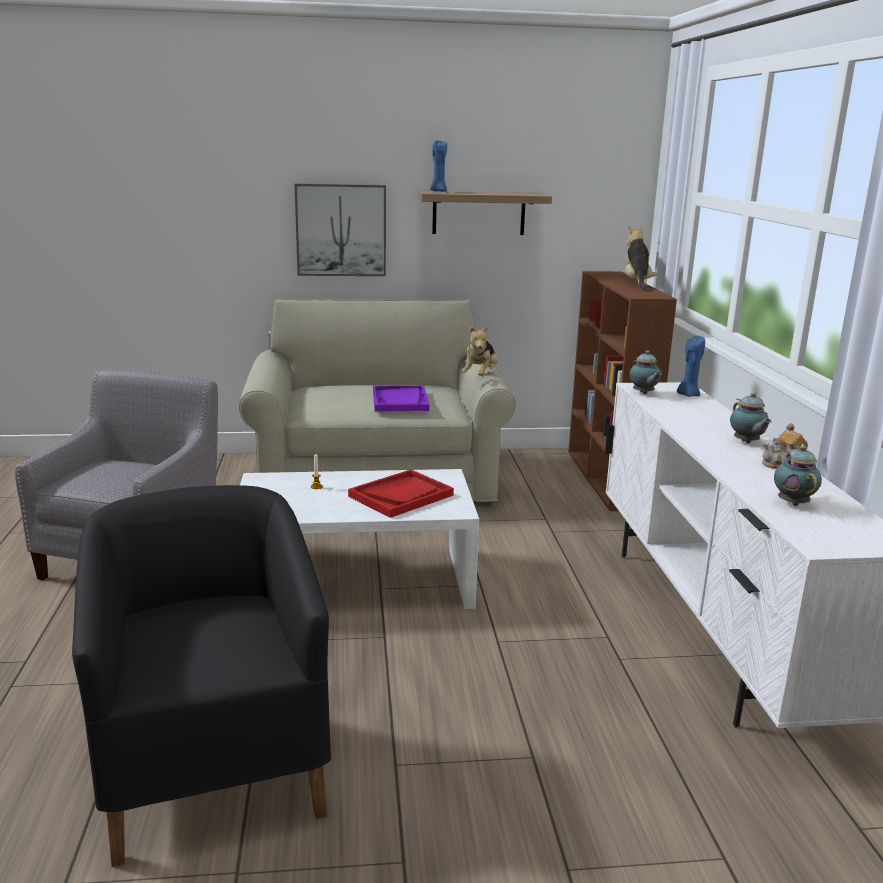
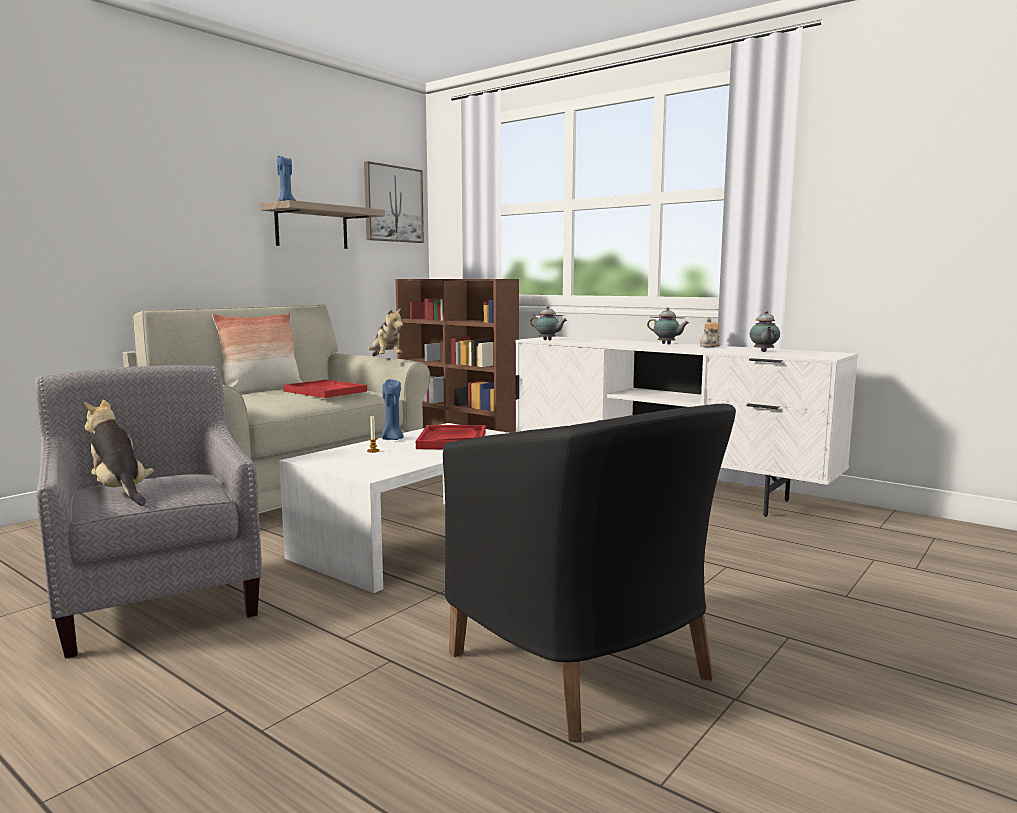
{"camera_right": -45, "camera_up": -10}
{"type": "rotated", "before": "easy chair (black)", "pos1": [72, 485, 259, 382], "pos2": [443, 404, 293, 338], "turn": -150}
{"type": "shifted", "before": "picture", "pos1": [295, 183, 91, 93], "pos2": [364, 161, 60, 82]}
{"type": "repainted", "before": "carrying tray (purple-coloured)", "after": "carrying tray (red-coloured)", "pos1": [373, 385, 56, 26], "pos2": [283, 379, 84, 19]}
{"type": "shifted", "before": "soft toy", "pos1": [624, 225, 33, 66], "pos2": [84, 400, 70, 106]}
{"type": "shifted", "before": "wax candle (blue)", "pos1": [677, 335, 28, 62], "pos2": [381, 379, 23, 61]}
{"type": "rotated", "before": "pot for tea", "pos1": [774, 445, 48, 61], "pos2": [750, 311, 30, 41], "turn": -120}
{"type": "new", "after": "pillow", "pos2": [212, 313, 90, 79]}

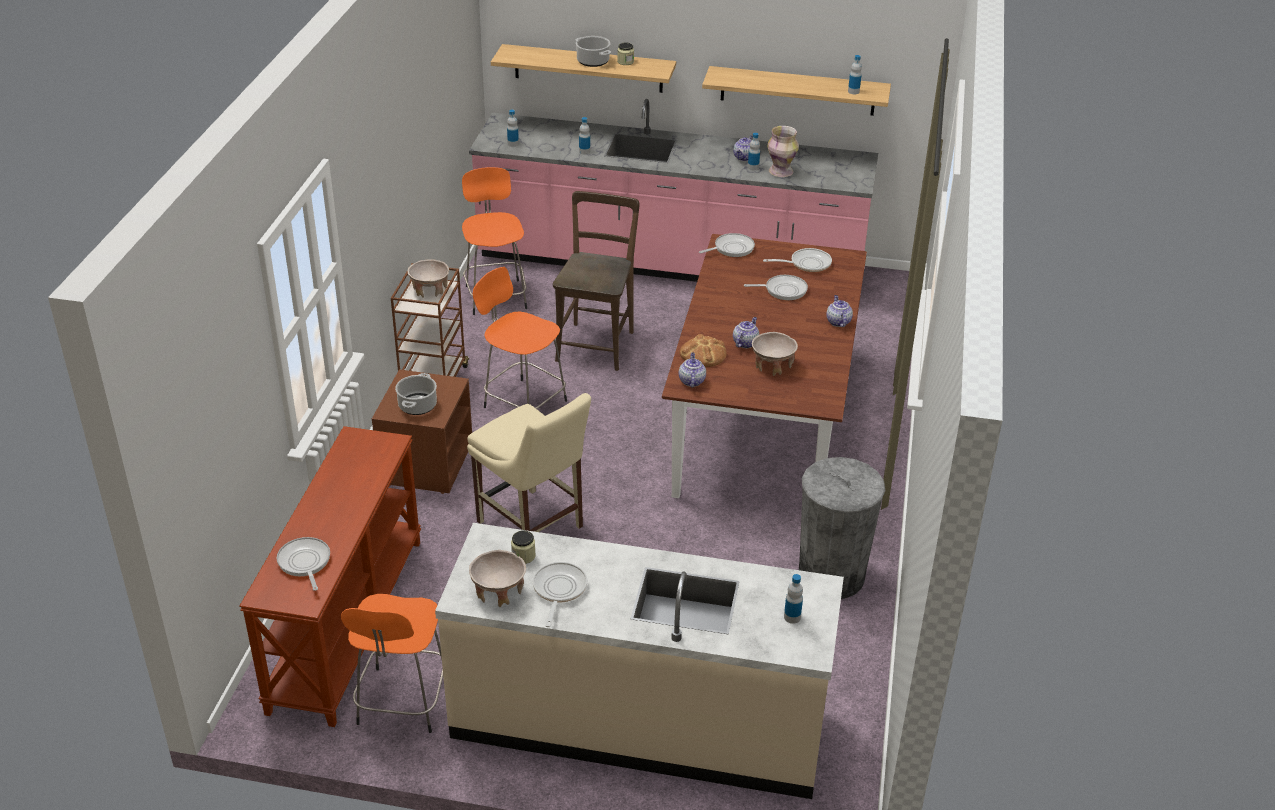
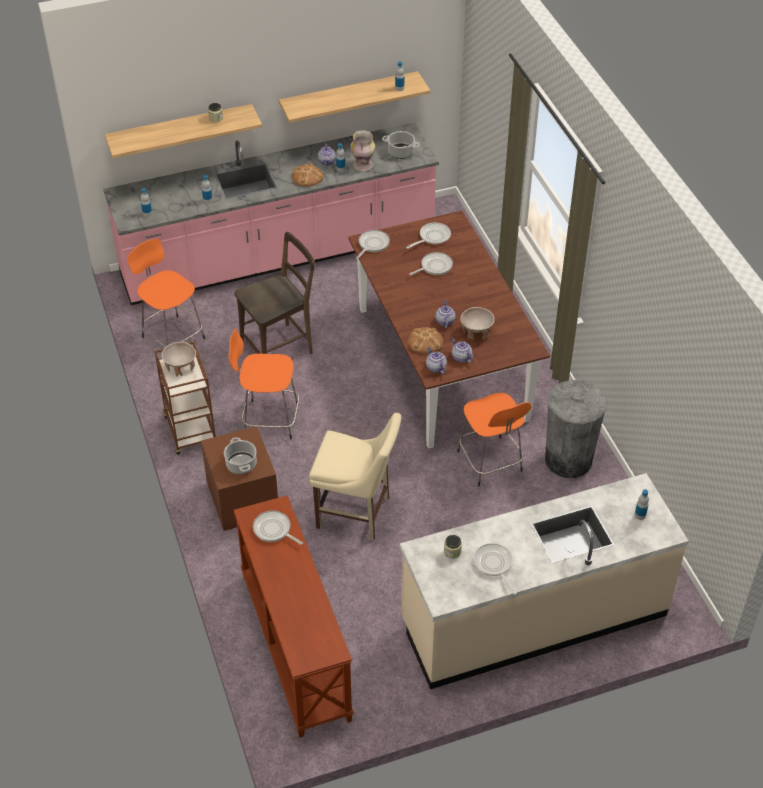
{"camera_right": -30, "camera_up": 10}
{"type": "shifted", "before": "frying pan", "pos1": [277, 537, 53, 54], "pos2": [253, 510, 50, 35]}
{"type": "shifted", "before": "sitting stool (orangey)", "pos1": [341, 594, 102, 139], "pos2": [457, 393, 74, 93]}
{"type": "gone", "before": "serving bowl (beige)", "pos1": [469, 550, 57, 57]}
{"type": "rotated", "before": "upright chair (brownish)", "pos1": [553, 191, 87, 180], "pos2": [234, 232, 81, 122], "turn": 75}
{"type": "shifted", "before": "cooking pot", "pos1": [576, 36, 35, 31], "pos2": [382, 131, 38, 28]}
{"type": "shifted", "before": "pot for tea", "pos1": [826, 295, 27, 32], "pos2": [451, 338, 23, 25]}
{"type": "new", "after": "baked bread", "pos2": [292, 163, 32, 24]}

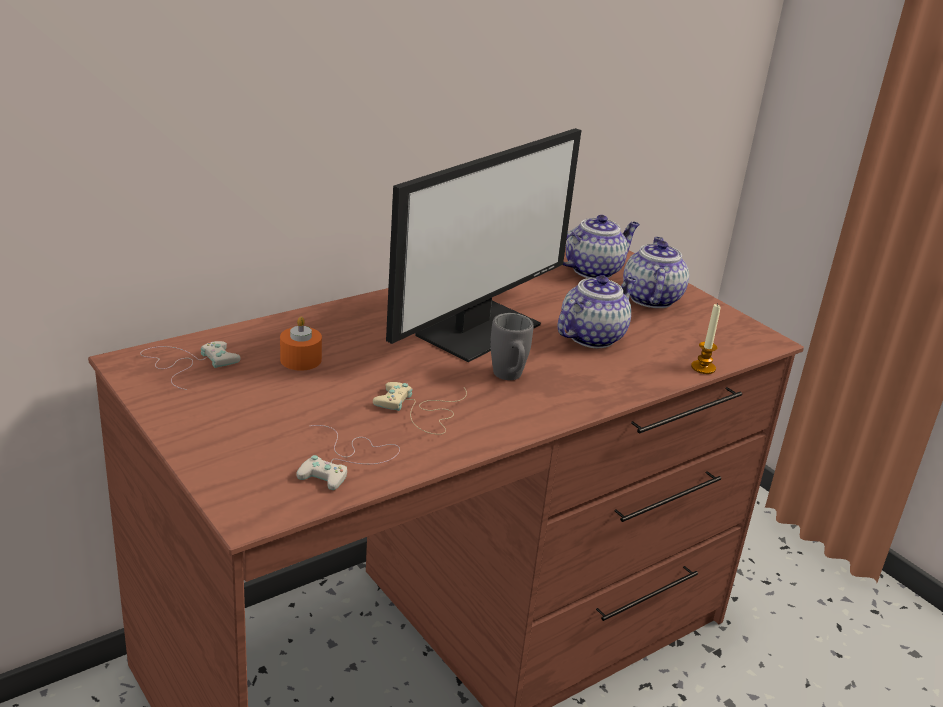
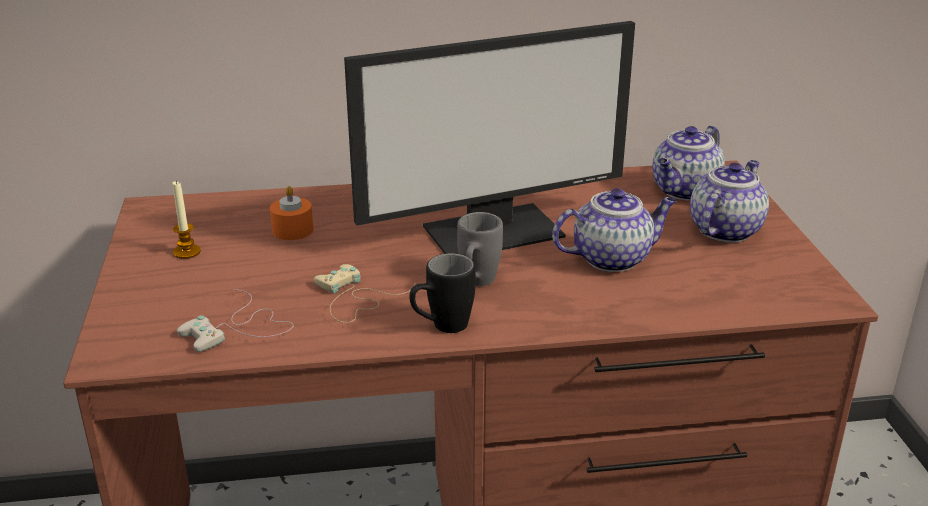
{"camera_right": 30, "camera_up": 0}
{"type": "gone", "before": "gamepad (white)", "pos1": [140, 341, 101, 49]}
{"type": "rotated", "before": "pot for tea", "pos1": [563, 215, 77, 63], "pos2": [652, 126, 73, 75], "turn": 135}
{"type": "shifted", "before": "wax candle", "pos1": [691, 304, 30, 70], "pos2": [172, 181, 29, 78]}
{"type": "new", "after": "tea mug (black)", "pos2": [409, 253, 66, 80]}

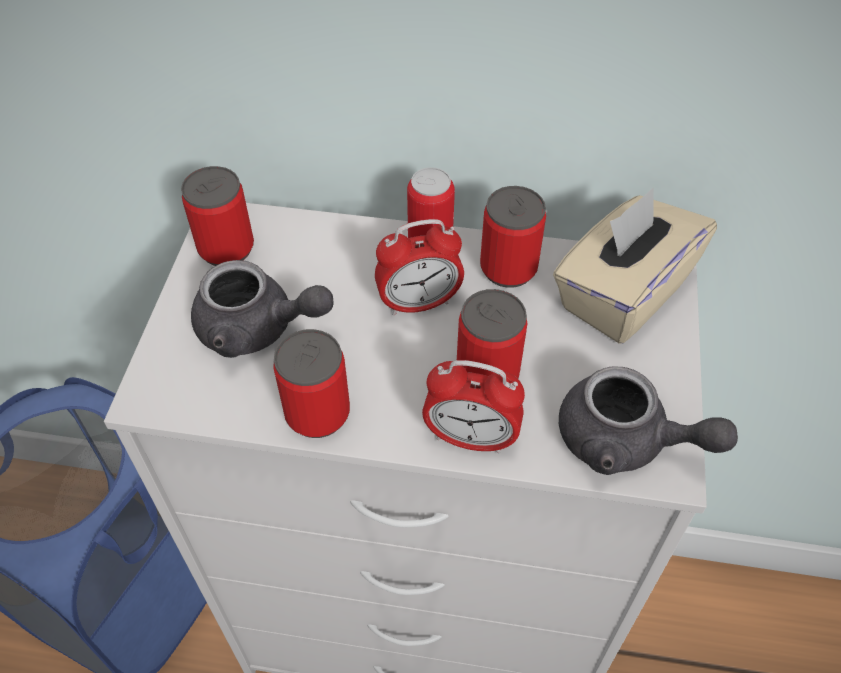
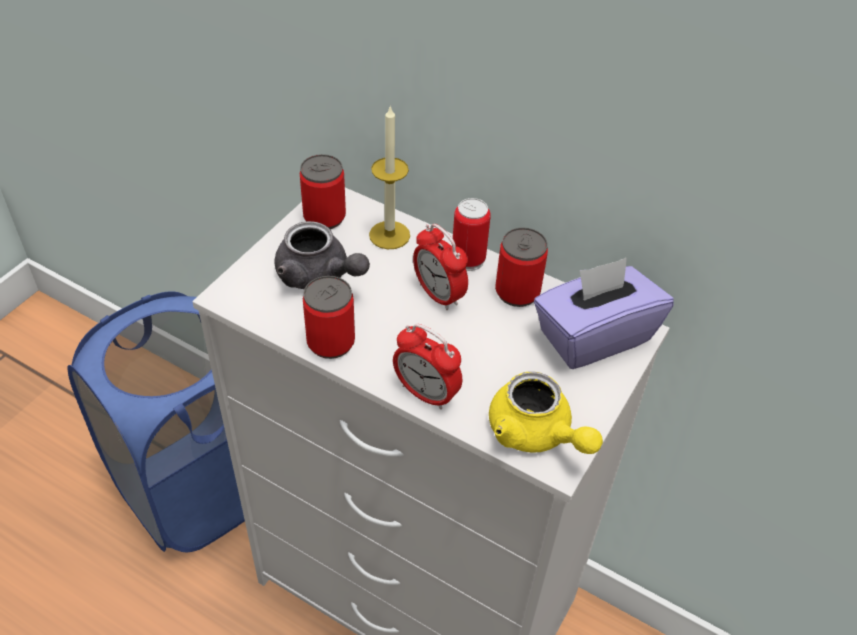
{"camera_right": 20, "camera_up": -5}
{"type": "rotated", "before": "table clock", "pos1": [375, 219, 89, 96], "pos2": [413, 224, 55, 86], "turn": 45}
{"type": "gone", "before": "can", "pos1": [457, 289, 70, 89]}
{"type": "repainted", "before": "tissue box (beige)", "after": "tissue box (purple-coloured)", "pos1": [553, 188, 164, 156], "pos2": [534, 258, 140, 111]}
{"type": "repainted", "before": "pot for tea (grey)", "after": "pot for tea (yellow)", "pos1": [559, 367, 179, 108], "pos2": [489, 372, 114, 82]}
{"type": "new", "after": "wax candle", "pos2": [369, 105, 41, 144]}

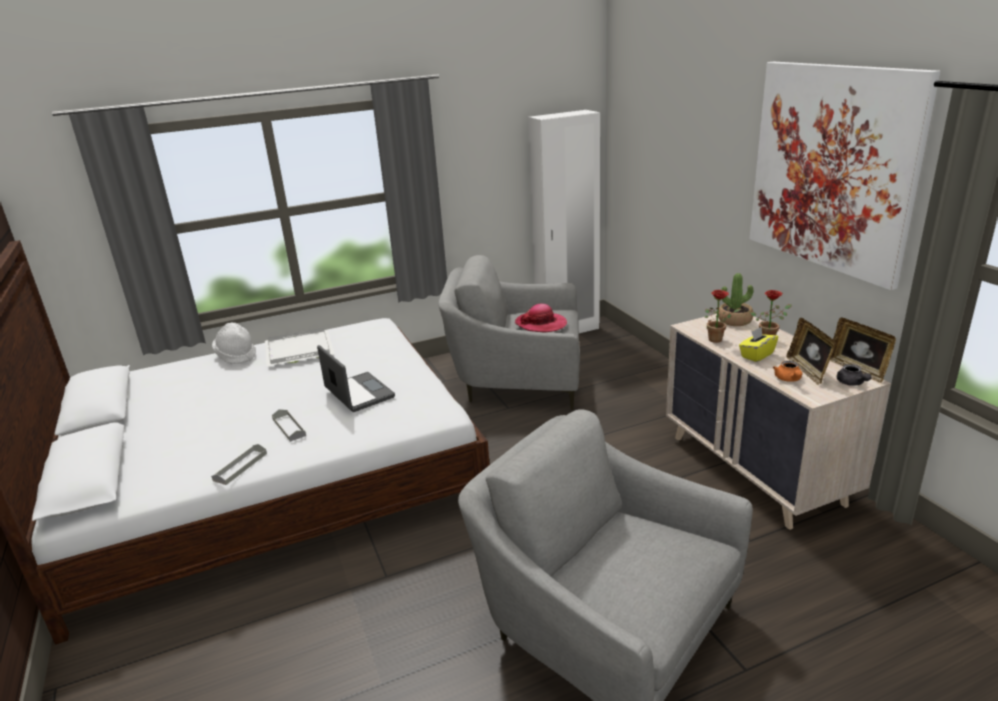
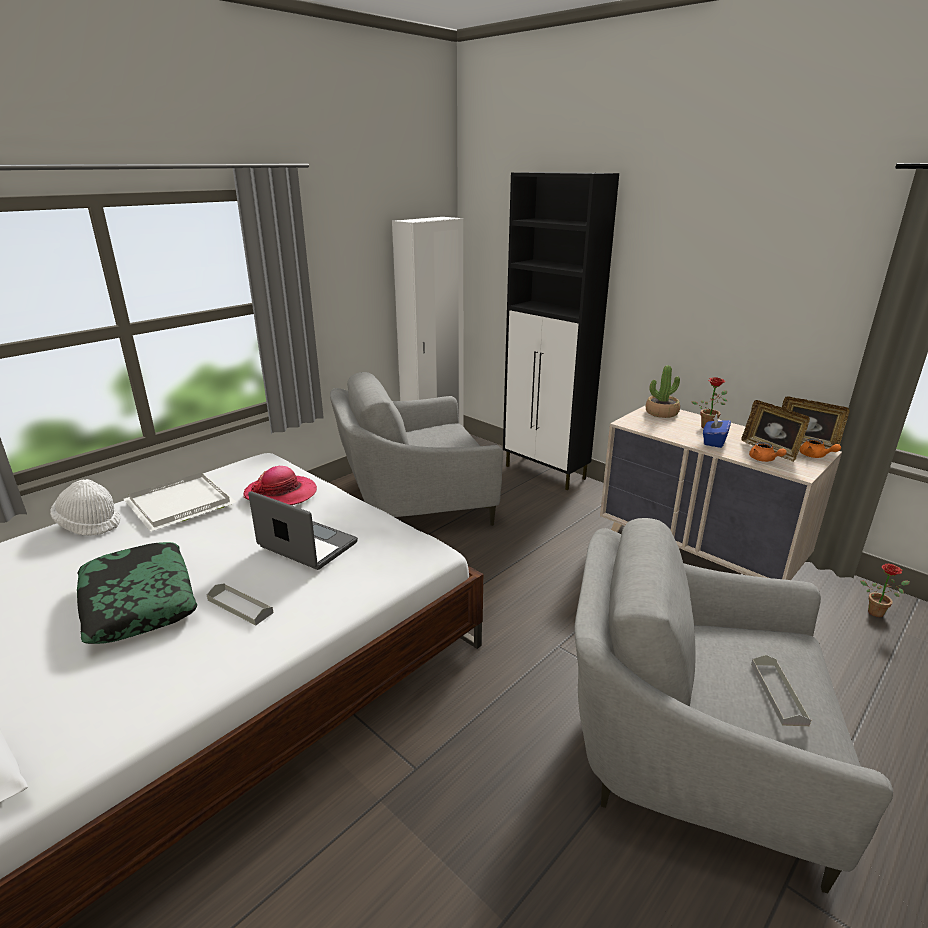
{"camera_right": -25, "camera_up": 0}
{"type": "shifted", "before": "carrying tray (grey)", "pos1": [211, 444, 56, 41], "pos2": [751, 655, 60, 71]}
{"type": "shifted", "before": "clothing hat", "pos1": [515, 304, 52, 29], "pos2": [243, 466, 74, 39]}
{"type": "shifted", "before": "potted plant", "pos1": [704, 290, 37, 53], "pos2": [860, 564, 50, 53]}
{"type": "repainted", "before": "tissue box (yellow)", "after": "tissue box (blue)", "pos1": [739, 327, 39, 35], "pos2": [703, 414, 28, 34]}
{"type": "gone", "before": "picture", "pos1": [750, 62, 191, 228]}
{"type": "repainted", "before": "pot for tea (grey)", "after": "pot for tea (orangey)", "pos1": [837, 364, 35, 22], "pos2": [799, 438, 42, 20]}
{"type": "new", "after": "pillow", "pos2": [77, 542, 120, 102]}
{"type": "new", "after": "storage cabinet (black)", "pos2": [503, 172, 116, 318]}

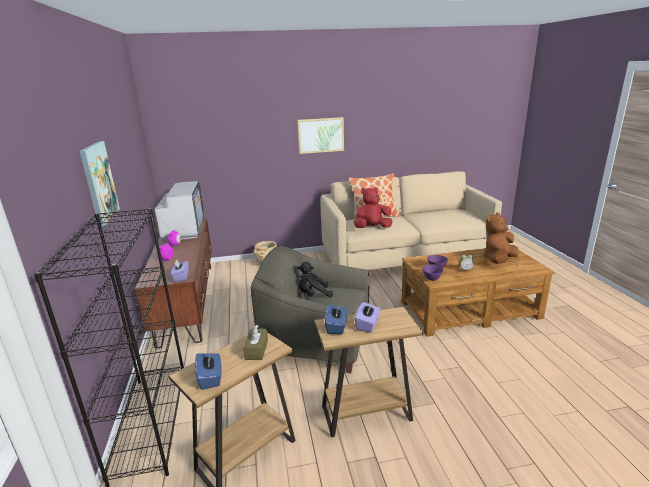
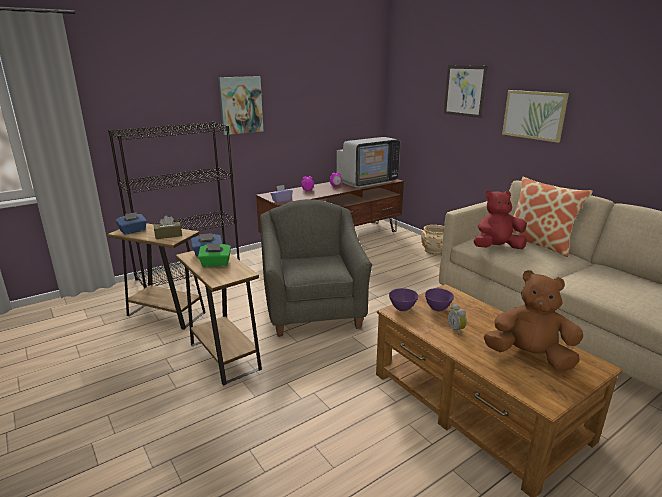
{"camera_right": 65, "camera_up": 0}
{"type": "gone", "before": "soft toy (black)", "pos1": [297, 262, 36, 36]}
{"type": "rotated", "before": "soft toy (red-coloured)", "pos1": [354, 187, 38, 41], "pos2": [474, 190, 53, 59], "turn": -60}
{"type": "repainted", "before": "tissue box (purple-coloured)", "after": "tissue box (greenish)", "pos1": [355, 302, 25, 30], "pos2": [198, 243, 33, 24]}
{"type": "new", "after": "picture", "pos2": [444, 65, 44, 53]}

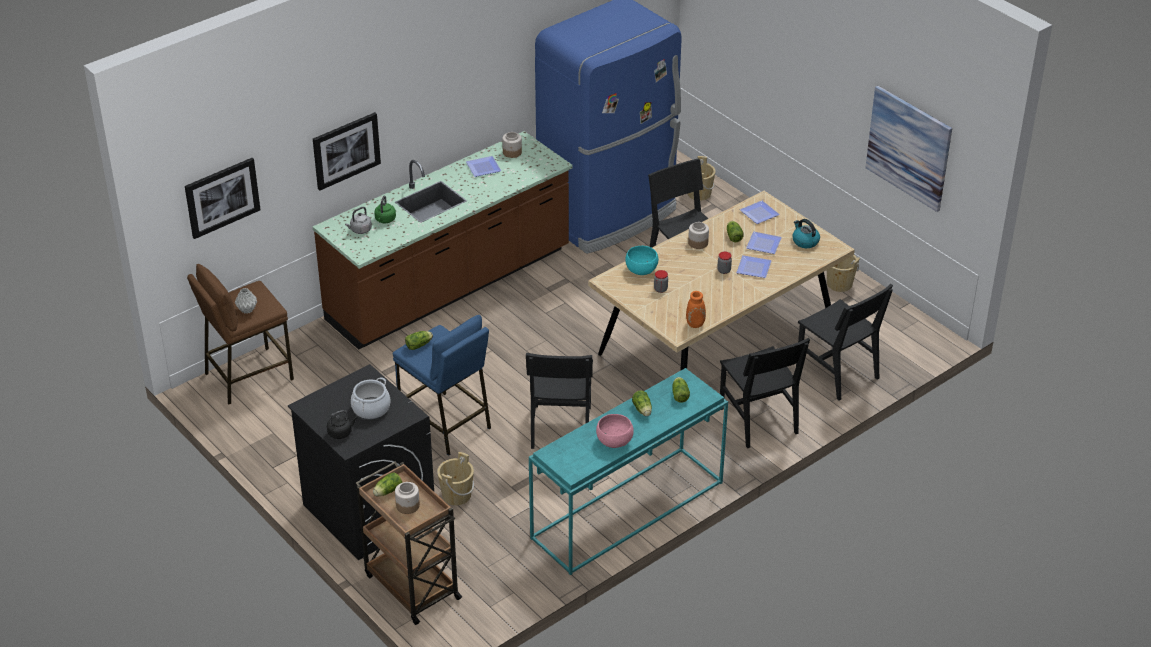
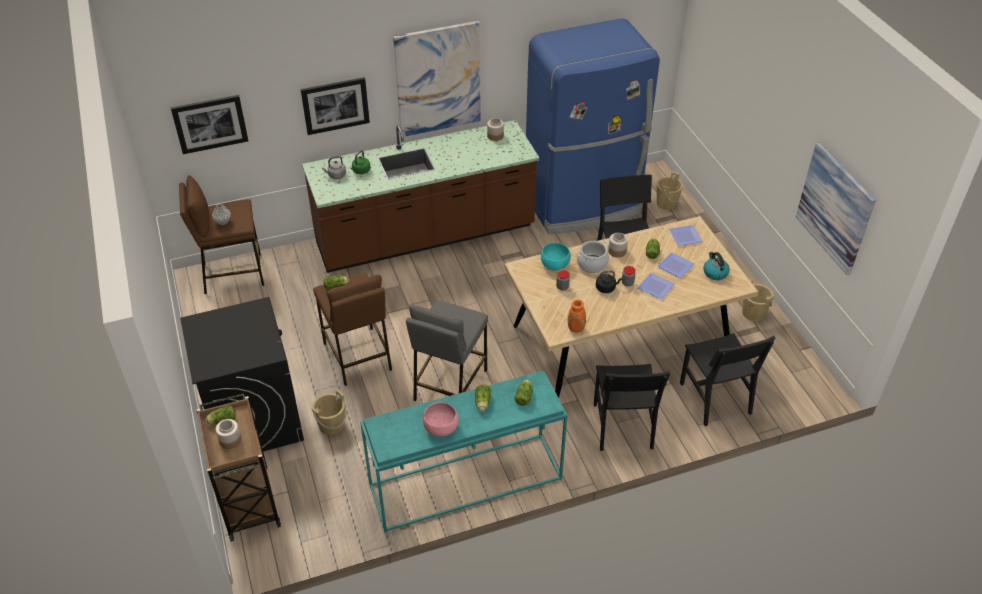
{"camera_right": 20, "camera_up": 5}
{"type": "shifted", "before": "water kettle (black)", "pos1": [327, 410, 31, 29], "pos2": [596, 271, 26, 22]}
{"type": "shifted", "before": "cooking pot", "pos1": [351, 377, 39, 42], "pos2": [577, 241, 32, 32]}
{"type": "repainted", "before": "sitting stool (blue)", "after": "sitting stool (brownish)", "pos1": [393, 315, 98, 141], "pos2": [313, 272, 79, 114]}
{"type": "gone", "before": "flat dish", "pos1": [466, 156, 35, 21]}
{"type": "swapped", "before": "upright chair (black)", "after": "sitting stool (grey)", "pos1": [526, 353, 67, 96], "pos2": [406, 300, 82, 101]}
{"type": "new", "after": "picture", "pos2": [393, 21, 88, 116]}

